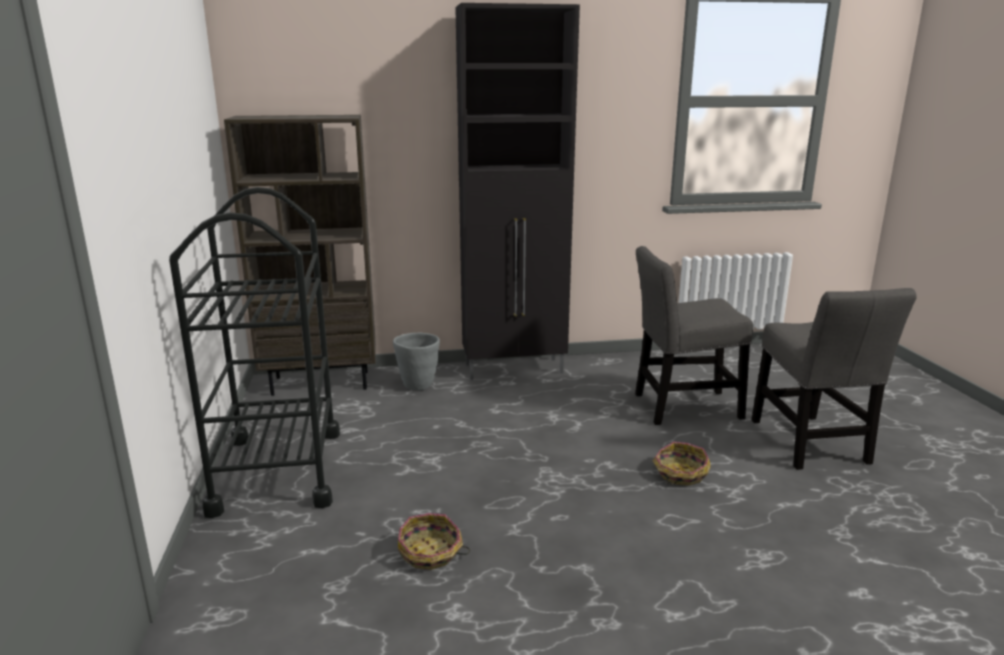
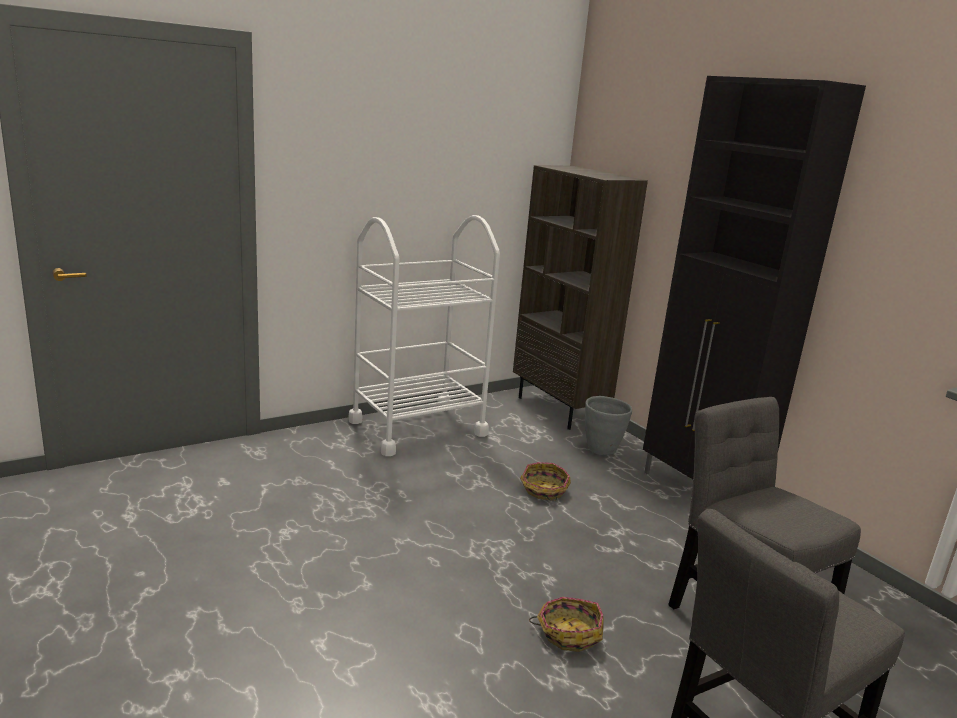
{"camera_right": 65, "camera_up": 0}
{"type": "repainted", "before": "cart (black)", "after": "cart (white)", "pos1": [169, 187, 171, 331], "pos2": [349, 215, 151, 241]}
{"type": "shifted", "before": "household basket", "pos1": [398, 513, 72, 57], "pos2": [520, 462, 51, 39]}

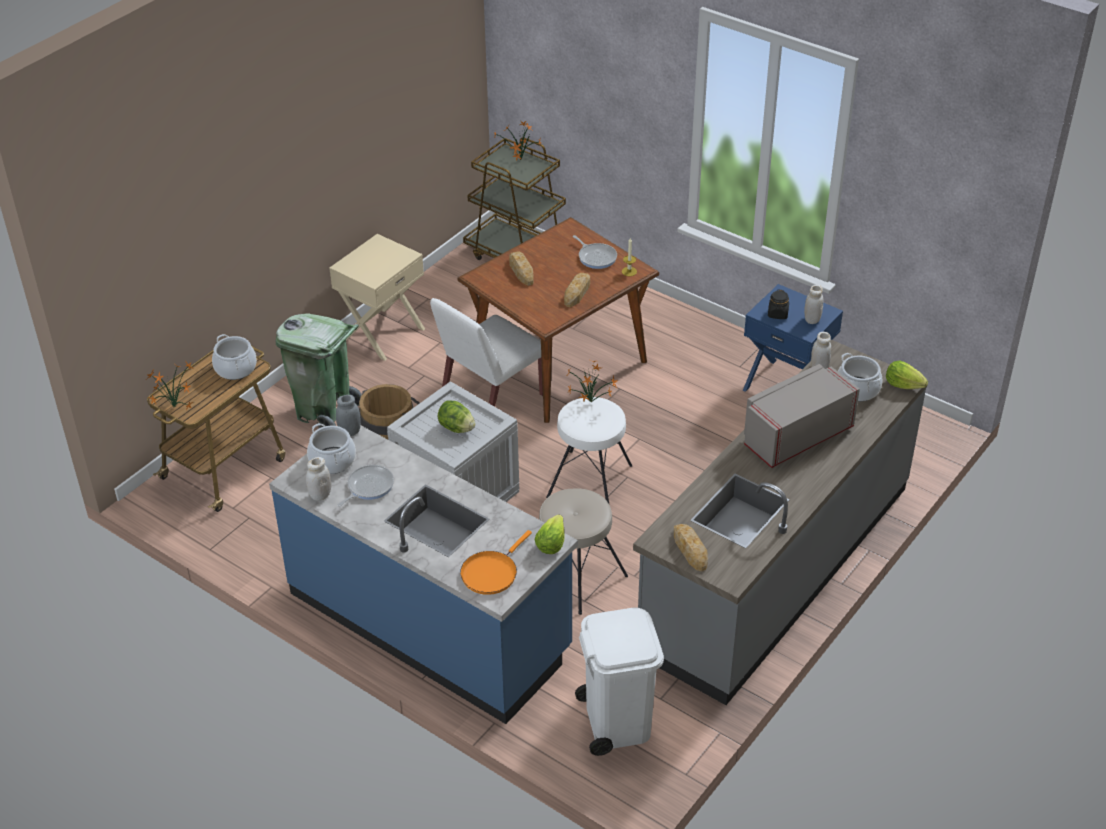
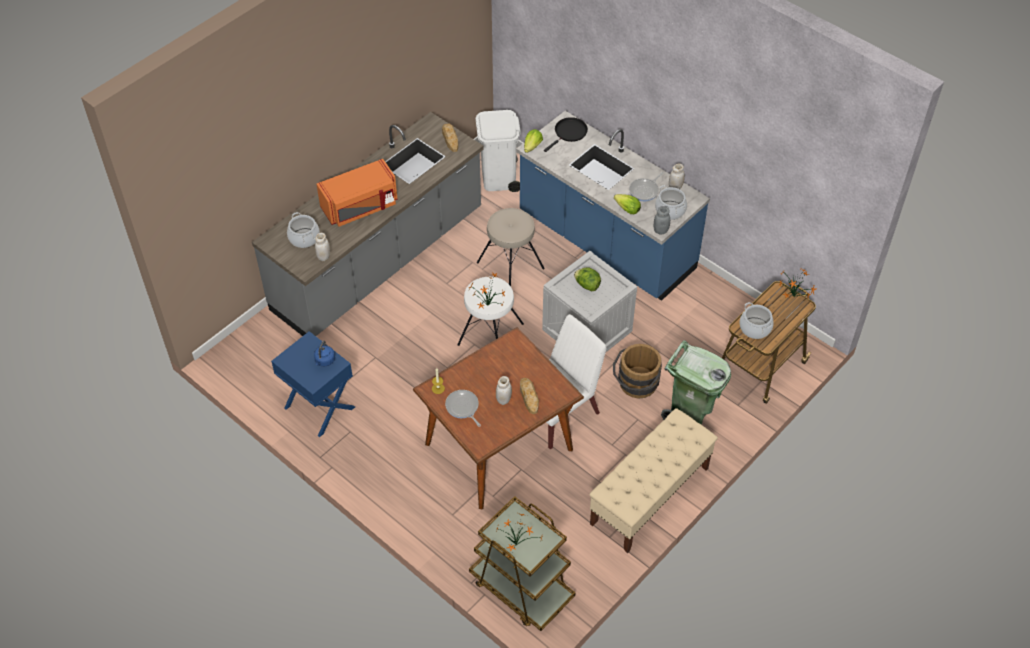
{"camera_right": -175, "camera_up": 10}
{"type": "swapped", "before": "bedside table (beige)", "after": "indoor bench (beige)", "pos1": [329, 234, 96, 127], "pos2": [590, 408, 128, 145]}
{"type": "repainted", "before": "frying pan (orangey)", "after": "frying pan (black)", "pos1": [460, 530, 72, 65], "pos2": [544, 117, 44, 35]}
{"type": "gone", "before": "baked bread", "pos1": [564, 273, 26, 34]}
{"type": "repainted", "before": "microwave oven (grey)", "after": "microwave oven (orangey)", "pos1": [744, 364, 116, 104], "pos2": [317, 159, 80, 68]}
{"type": "swapped", "before": "jar (black)", "after": "water kettle (blue)", "pos1": [768, 289, 21, 30], "pos2": [314, 341, 21, 26]}
{"type": "shifted", "before": "jar (white)", "pos1": [804, 285, 20, 39], "pos2": [496, 376, 16, 29]}
{"type": "shifted", "before": "head of lettuce", "pos1": [886, 361, 42, 28], "pos2": [614, 194, 27, 20]}

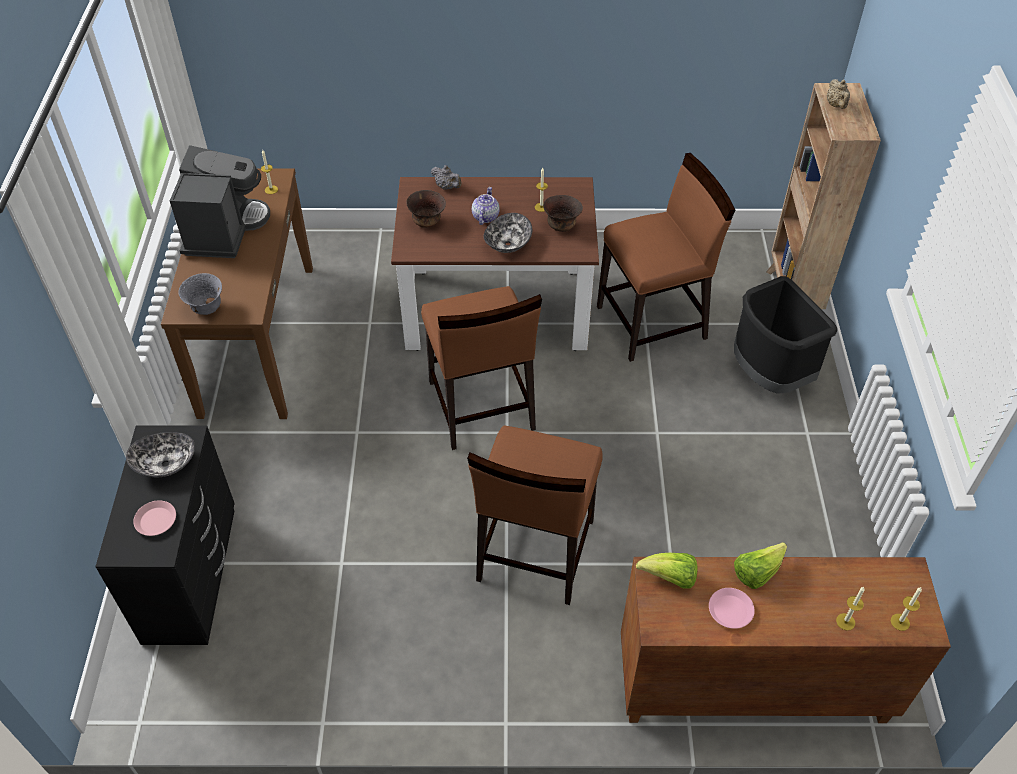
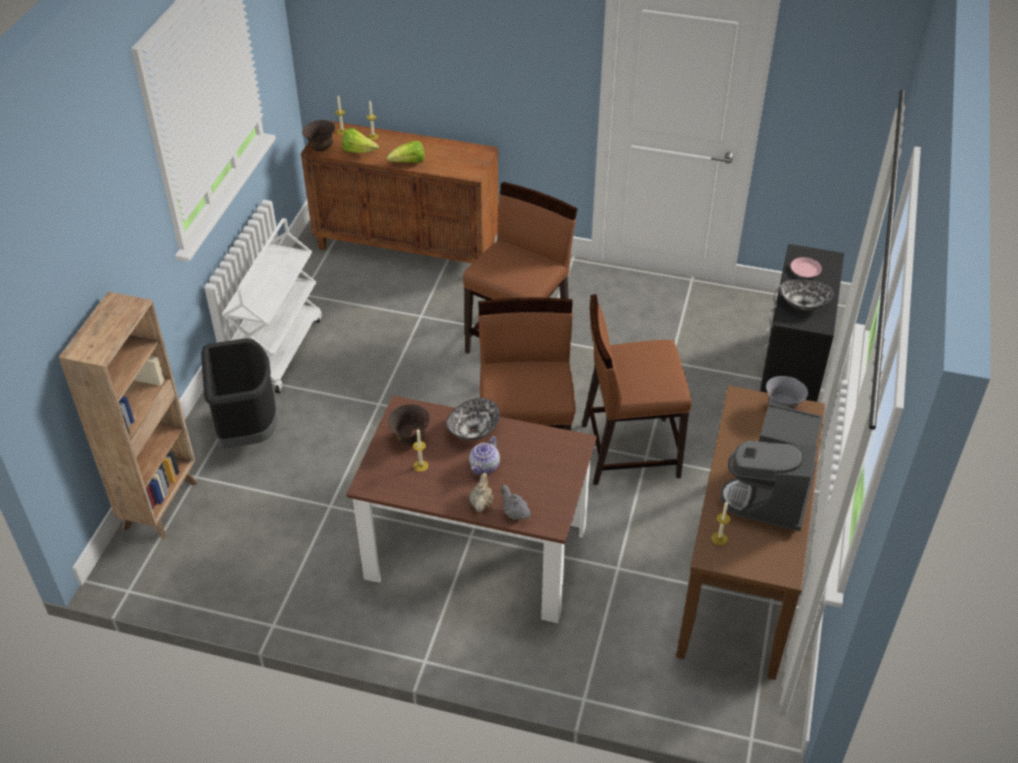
{"camera_right": -165, "camera_up": -5}
{"type": "shifted", "before": "serving bowl (brownish)", "pos1": [406, 190, 40, 38], "pos2": [302, 120, 33, 31]}
{"type": "shifted", "before": "upright chair (brownish)", "pos1": [597, 153, 138, 209], "pos2": [582, 294, 110, 191]}
{"type": "shifted", "before": "head of lettuce", "pos1": [636, 553, 62, 36], "pos2": [342, 128, 37, 25]}
{"type": "gone", "before": "flat dish (pink-coloured)", "pos1": [709, 588, 46, 41]}
{"type": "shifted", "before": "pot for tea (beige)", "pos1": [827, 79, 23, 30], "pos2": [469, 472, 24, 40]}
{"type": "new", "after": "cart (white)", "pos2": [222, 218, 100, 175]}

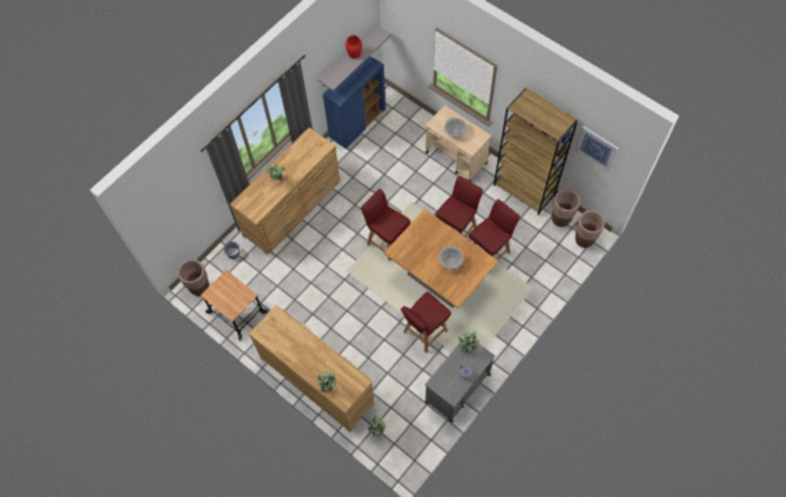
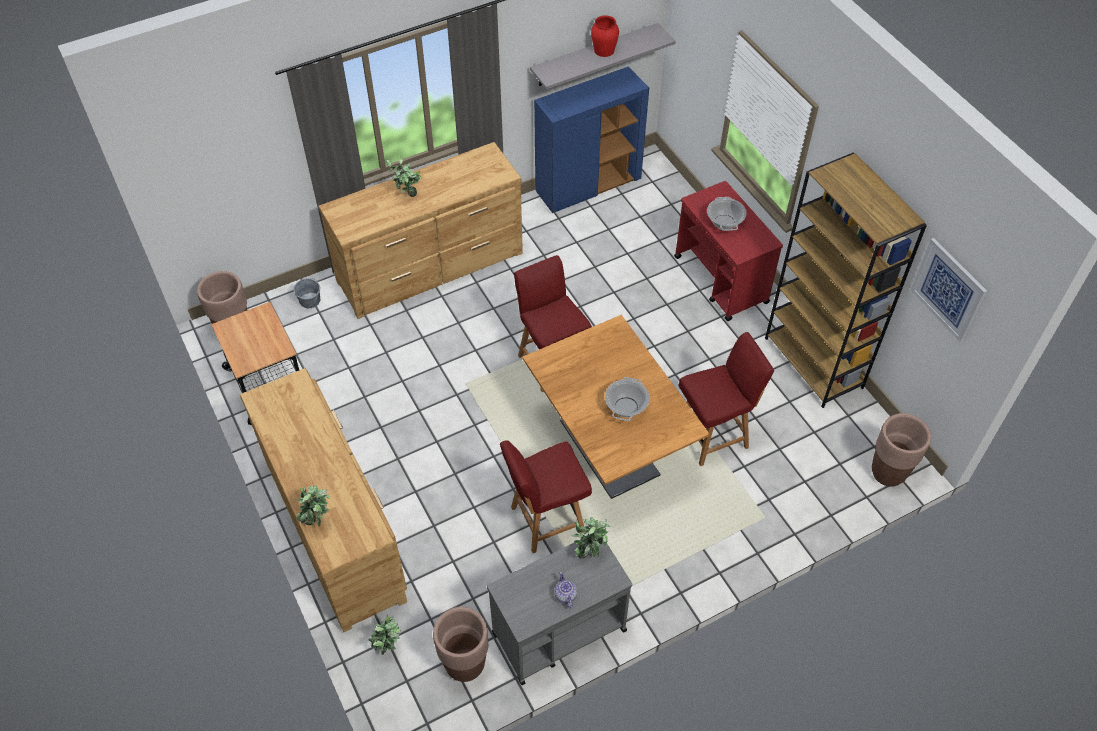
{"camera_right": 20, "camera_up": -10}
{"type": "repainted", "before": "cart (beige)", "after": "cart (red-coloured)", "pos1": [425, 105, 66, 77], "pos2": [674, 181, 109, 140]}
{"type": "gone", "before": "upright chair (red-coloured)", "pos1": [435, 176, 48, 61]}
{"type": "shifted", "before": "plant pot (brownish)", "pos1": [552, 189, 28, 38], "pos2": [433, 607, 55, 75]}

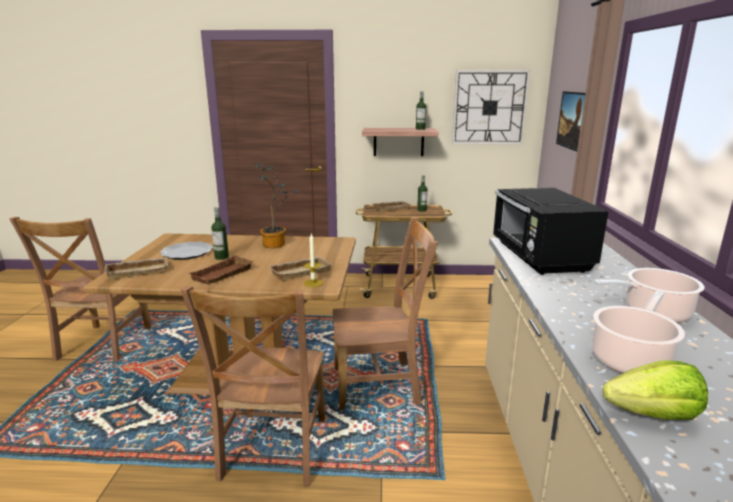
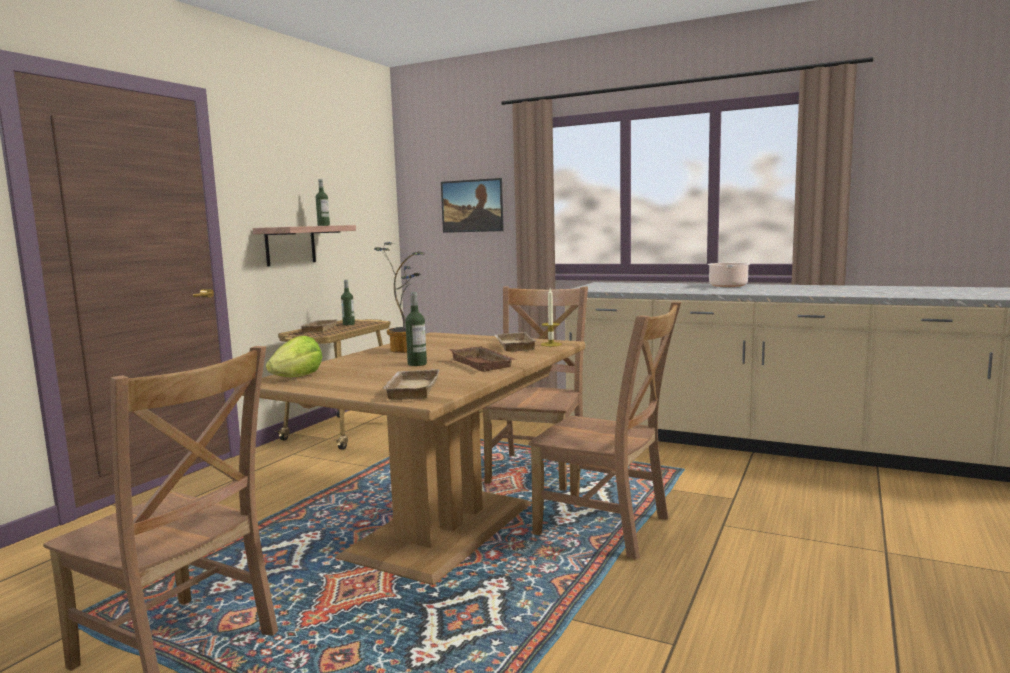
{"camera_right": -65, "camera_up": -10}
{"type": "gone", "before": "flat dish", "pos1": [160, 242, 53, 18]}
{"type": "gone", "before": "wall clock", "pos1": [452, 70, 78, 75]}
{"type": "gone", "before": "microwave oven (black)", "pos1": [493, 188, 116, 87]}
{"type": "gone", "before": "cooking pot", "pos1": [592, 291, 93, 82]}
{"type": "shifted", "before": "head of lettuce", "pos1": [603, 361, 105, 59], "pos2": [266, 336, 57, 41]}

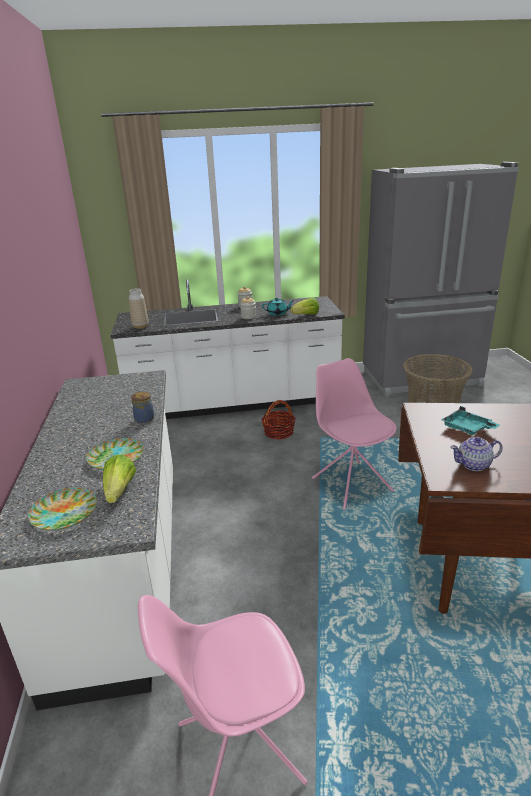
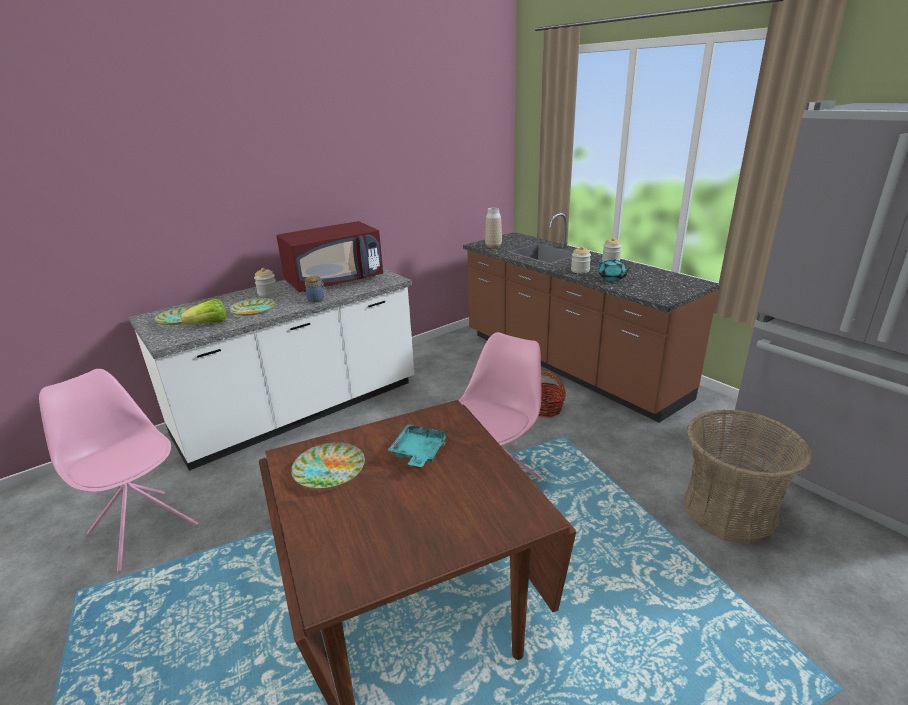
{"camera_right": 60, "camera_up": 0}
{"type": "repainted", "before": "counter (white)", "after": "counter (brownish)", "pos1": [111, 279, 234, 140], "pos2": [463, 213, 257, 210]}
{"type": "gone", "before": "head of lettuce", "pos1": [290, 297, 29, 18]}
{"type": "swapped", "before": "pot for tea", "after": "flat dish", "pos1": [450, 437, 52, 34], "pos2": [291, 442, 74, 47]}
{"type": "new", "after": "jar", "pos2": [254, 268, 23, 29]}
{"type": "new", "after": "microwave oven (red-coloured)", "pos2": [276, 221, 107, 71]}

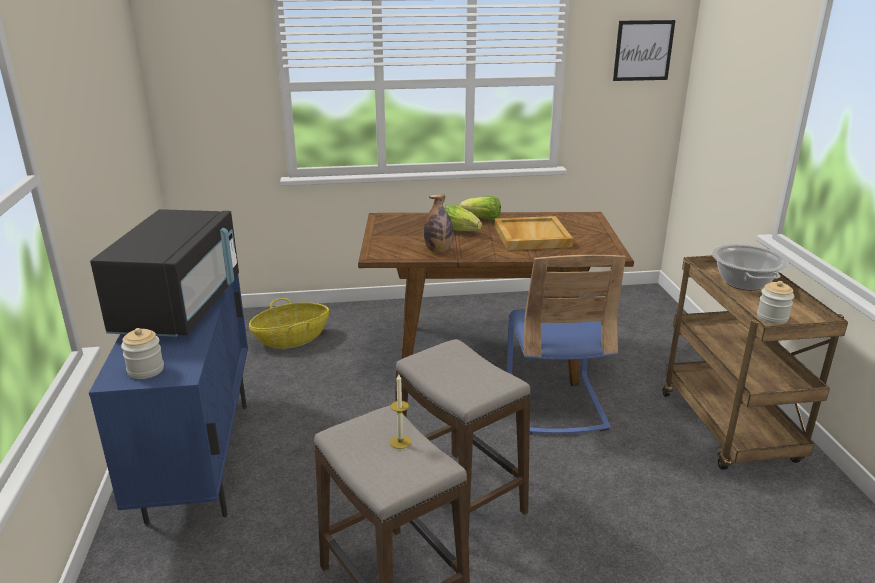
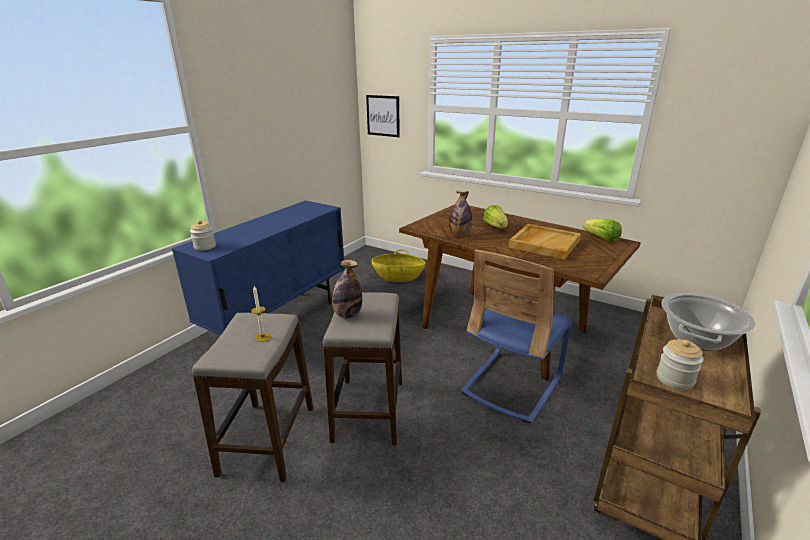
{"camera_right": 40, "camera_up": 0}
{"type": "gone", "before": "microwave oven (black)", "pos1": [90, 209, 149, 128]}
{"type": "shifted", "before": "head of lettuce", "pos1": [459, 196, 42, 25], "pos2": [583, 218, 39, 25]}
{"type": "shifted", "before": "picture", "pos1": [613, 20, 63, 61], "pos2": [366, 95, 34, 42]}
{"type": "new", "after": "bottle", "pos2": [332, 260, 30, 58]}

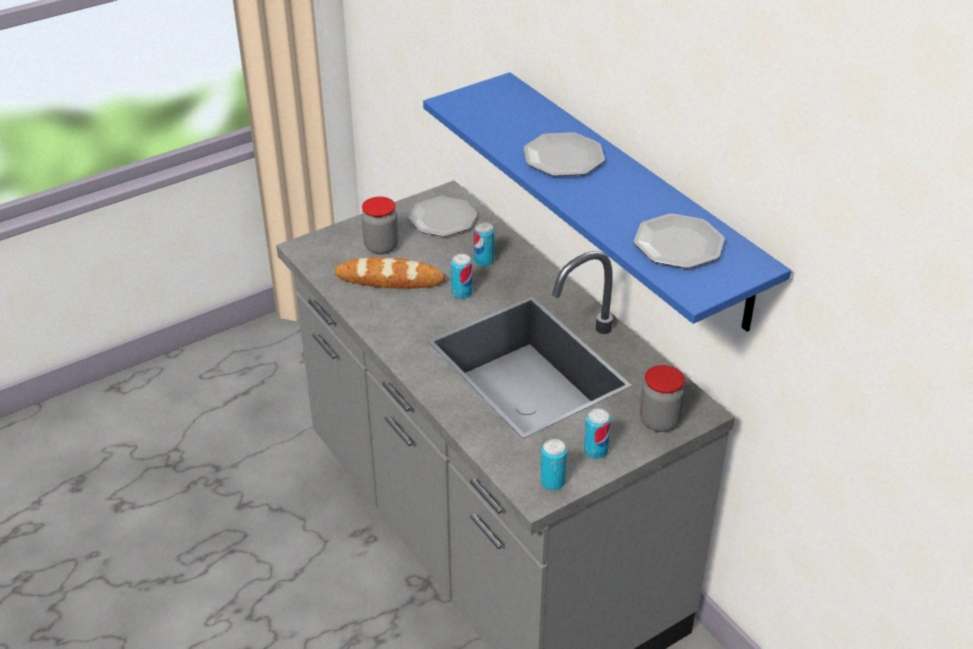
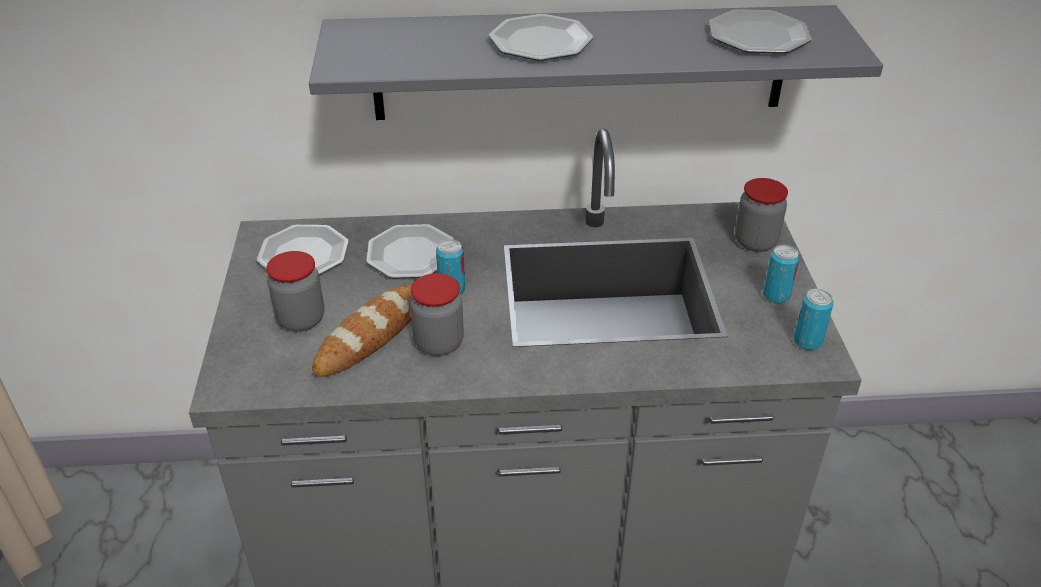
{"camera_right": -60, "camera_up": 0}
{"type": "repainted", "before": "wall shelf (blue)", "after": "wall shelf (grey)", "pos1": [423, 72, 368, 260], "pos2": [309, 5, 574, 115]}
{"type": "swapped", "before": "can", "after": "flat dish", "pos1": [474, 222, 20, 45], "pos2": [366, 224, 88, 55]}
{"type": "new", "after": "jar", "pos2": [410, 273, 54, 83]}

